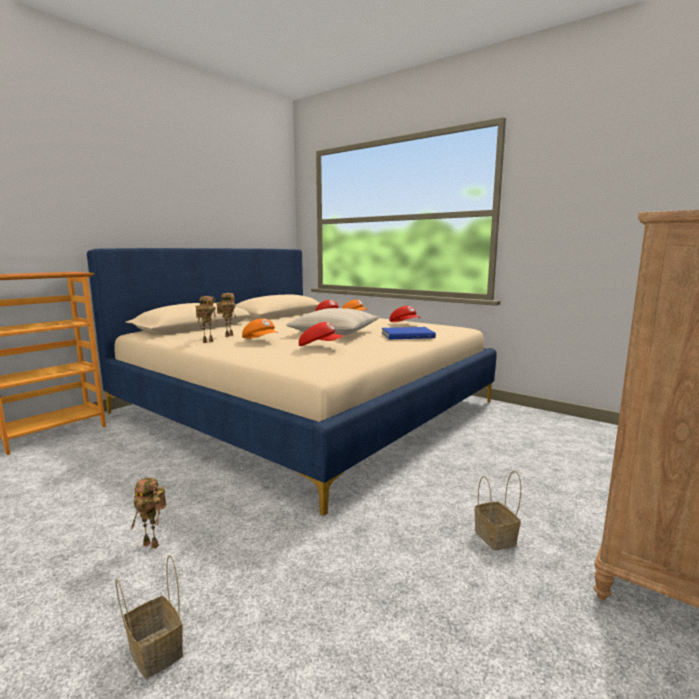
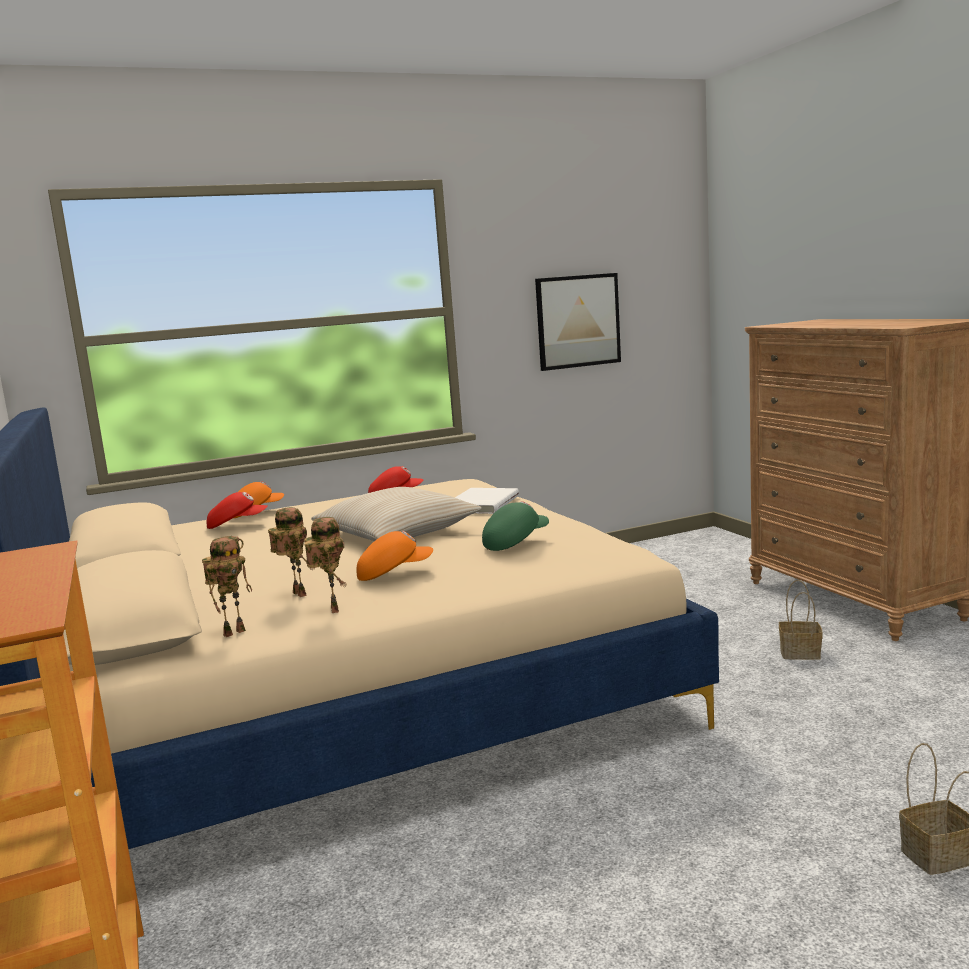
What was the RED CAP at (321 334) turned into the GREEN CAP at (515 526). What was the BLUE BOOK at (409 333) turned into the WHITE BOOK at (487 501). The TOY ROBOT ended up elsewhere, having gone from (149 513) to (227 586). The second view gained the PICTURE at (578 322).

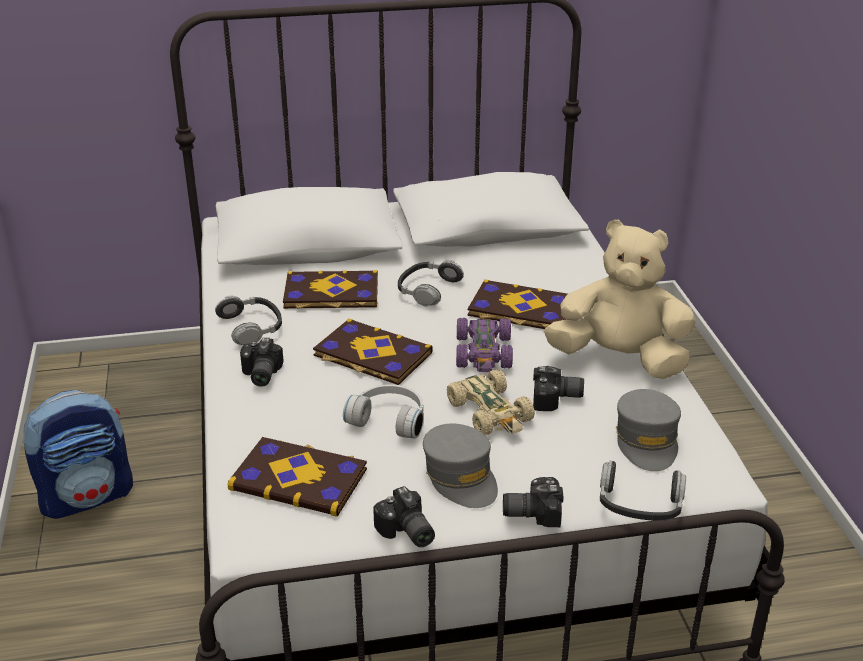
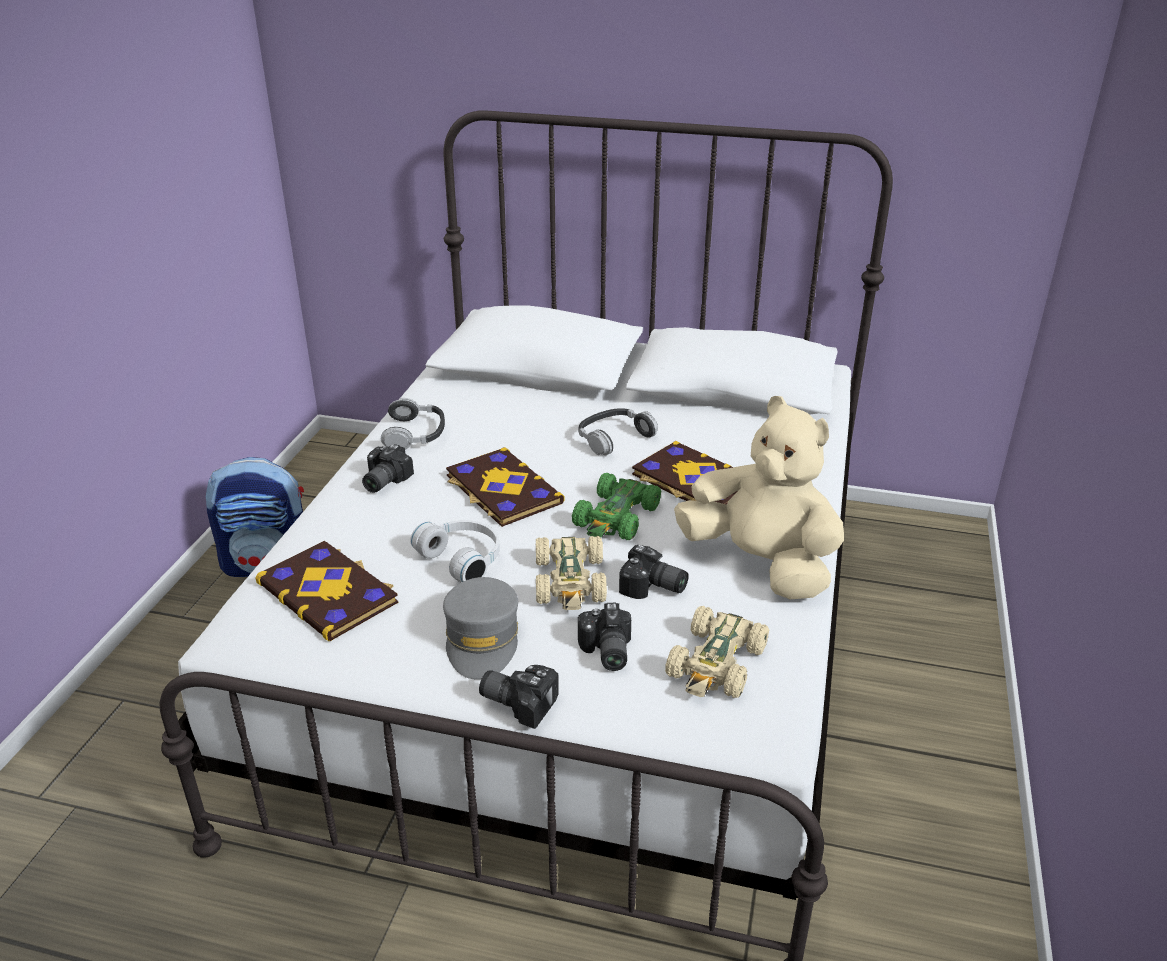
The second view lost the BOOK at (330 289). What was the PURPLE TOY CAR at (484 345) turned into the GREEN TOY CAR at (616 506). Where the GREY CAP stood at (648 430), the BEIGE TOY CAR came to stand at (717 652). The second view lost the HEADPHONES at (643 490). The PHOTO CAMERA ended up elsewhere, having gone from (404 516) to (604 637).

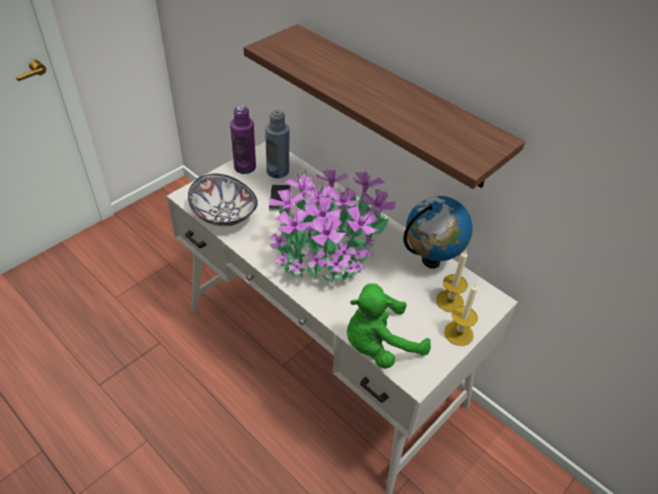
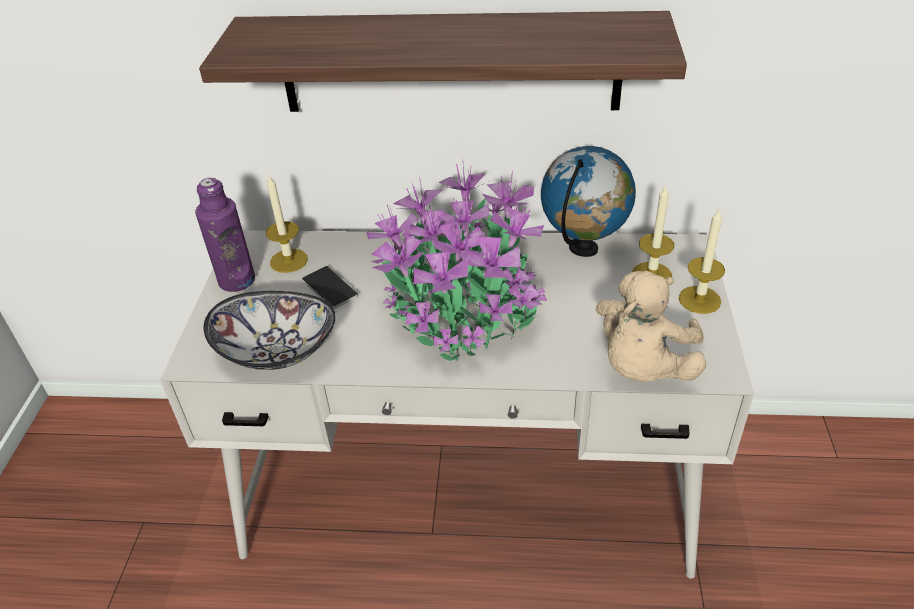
Where the BLUE BOTTLE stood at (277 144), the CANDLE came to stand at (287 224). What was the GREEN PLUSH TOY at (389 326) turned into the BEIGE PLUSH TOY at (651 326).

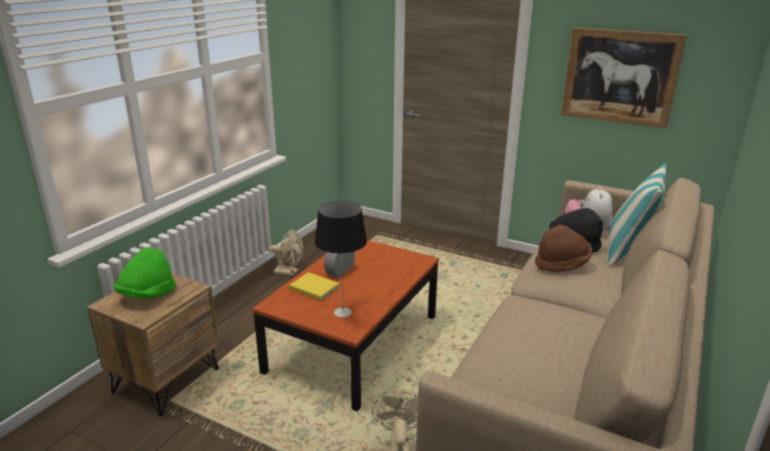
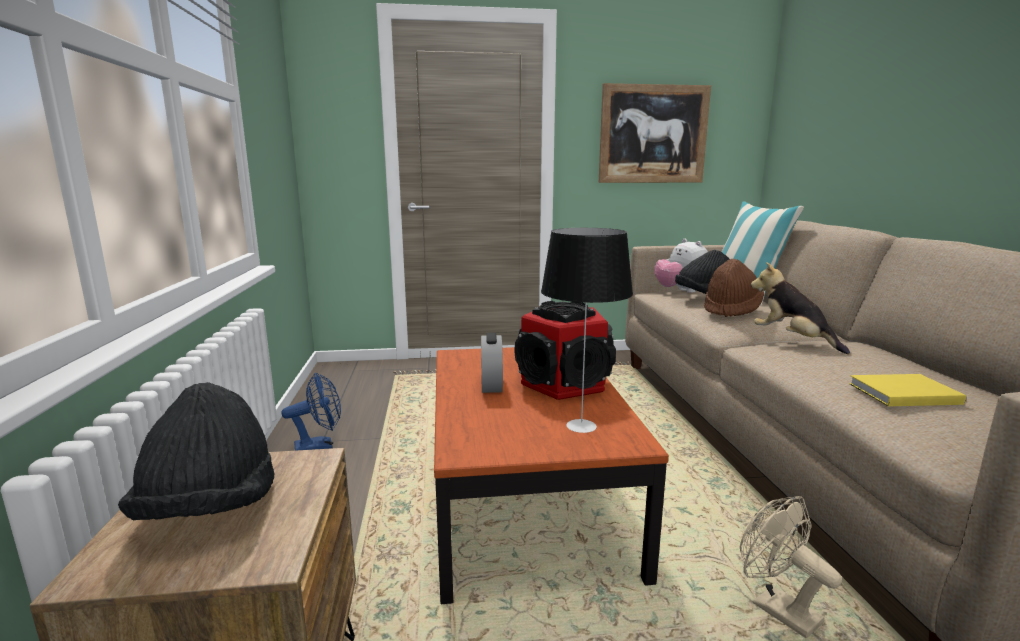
What was the BEIGE FAN at (286 252) turned into the BLUE FAN at (311 411). What was the GREEN HAT at (145 273) turned into the BLACK HAT at (196 451). The YELLOW BOOK ended up elsewhere, having gone from (314 286) to (907 390). The second view gained the PLUSH TOY at (800 308). The second view gained the SPEAKER at (565 350).

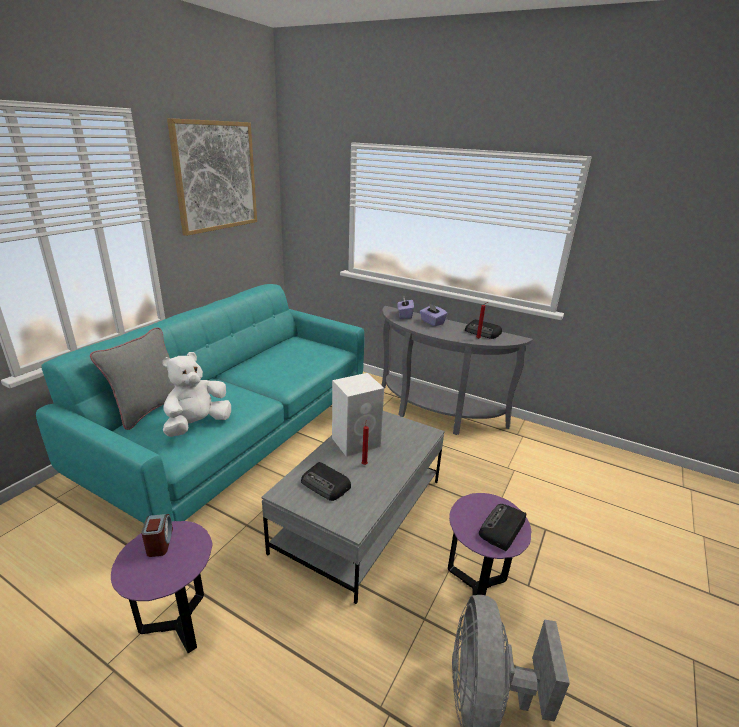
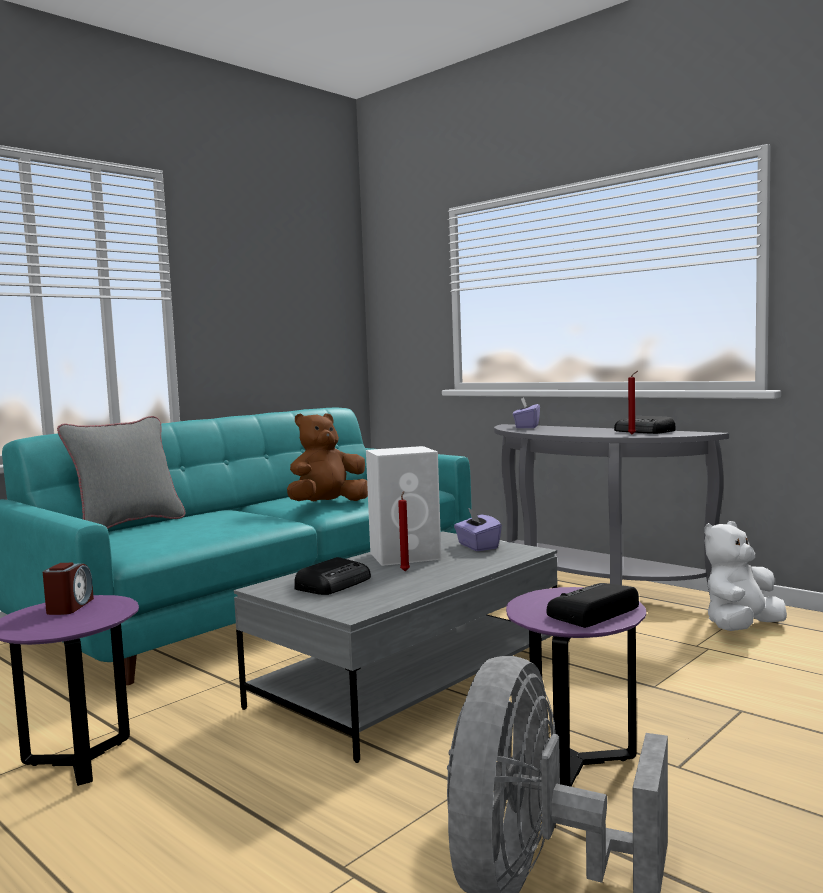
The second view lost the PICTURE at (212 177). The PURPLE TISSUE BOX ended up elsewhere, having gone from (434 314) to (478 529). The WHITE PLUSH TOY ended up elsewhere, having gone from (196 394) to (745 576). The RADIO at (326 481) ended up facing another way, 105 degrees counterclockwise from before. The second view gained the BROWN PLUSH TOY at (327 457).

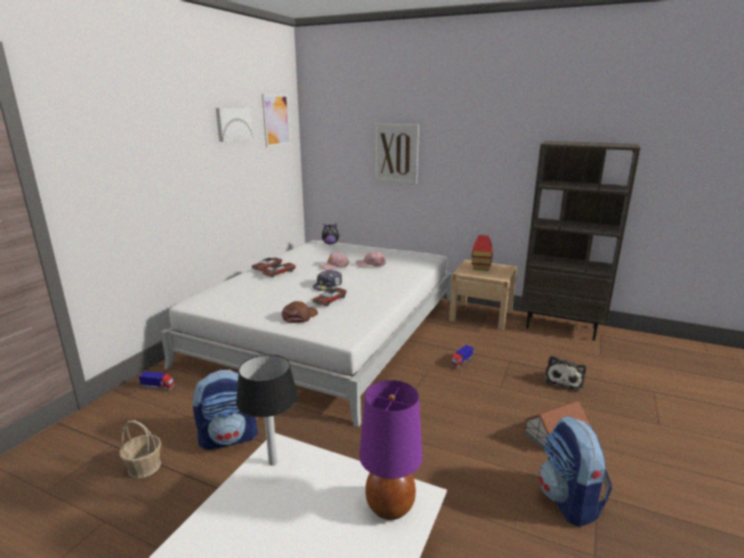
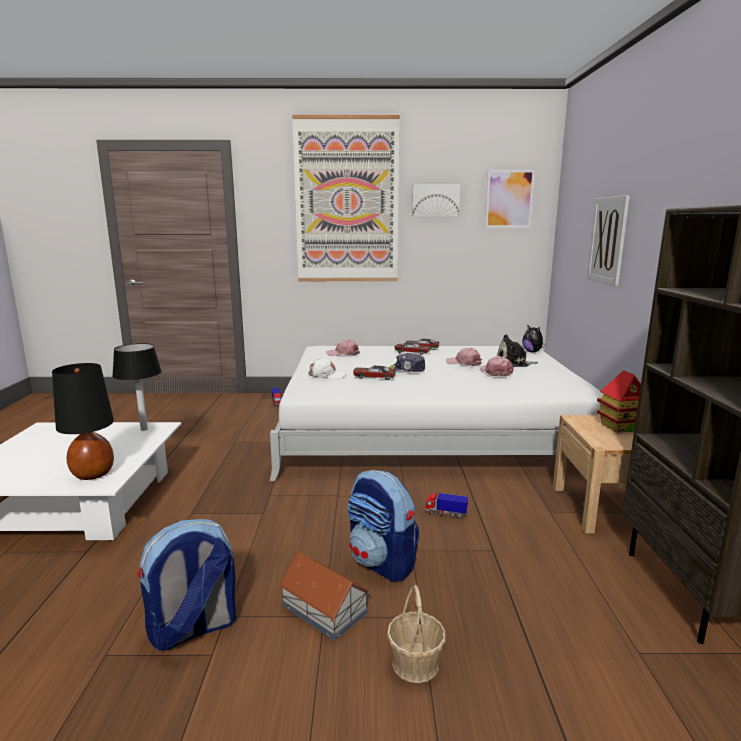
What was the BROWN CAP at (300 312) turned into the WHITE CAP at (327 368). The PLUSH TOY ended up elsewhere, having gone from (565 373) to (517 350). The BACKPACK ended up elsewhere, having gone from (225 410) to (383 526). What was the PURPLE TABLE LAMP at (390 450) turned into the BLACK TABLE LAMP at (83 421). The BASKET ended up elsewhere, having gone from (140 449) to (416 634). The second view gained the PICTURE at (346 198). The second view gained the PINK CAP at (343 347).

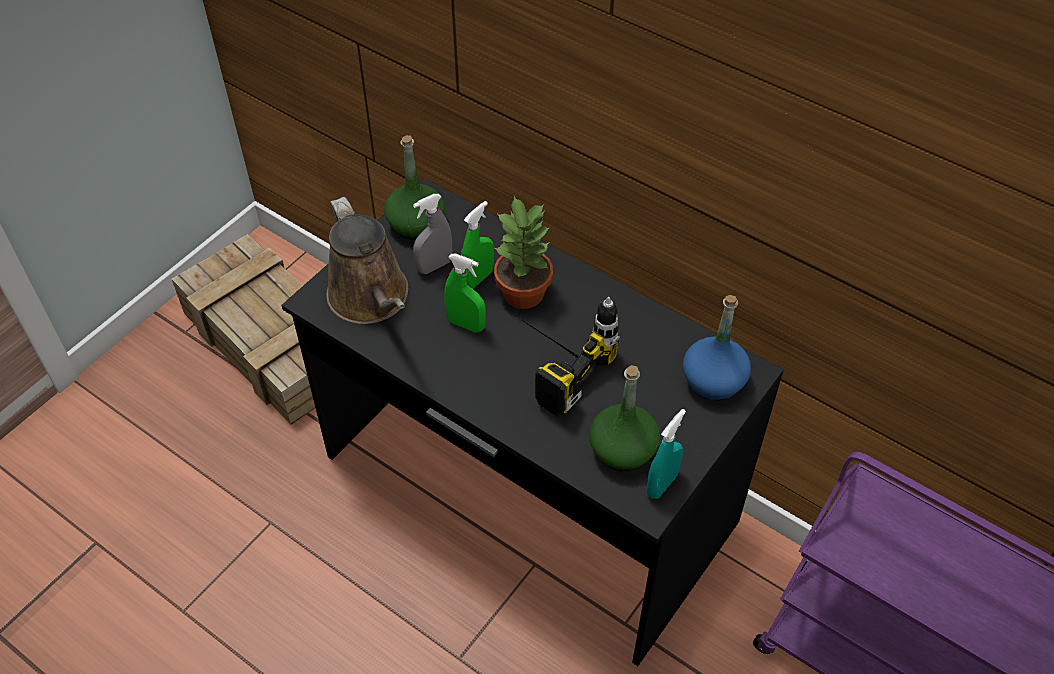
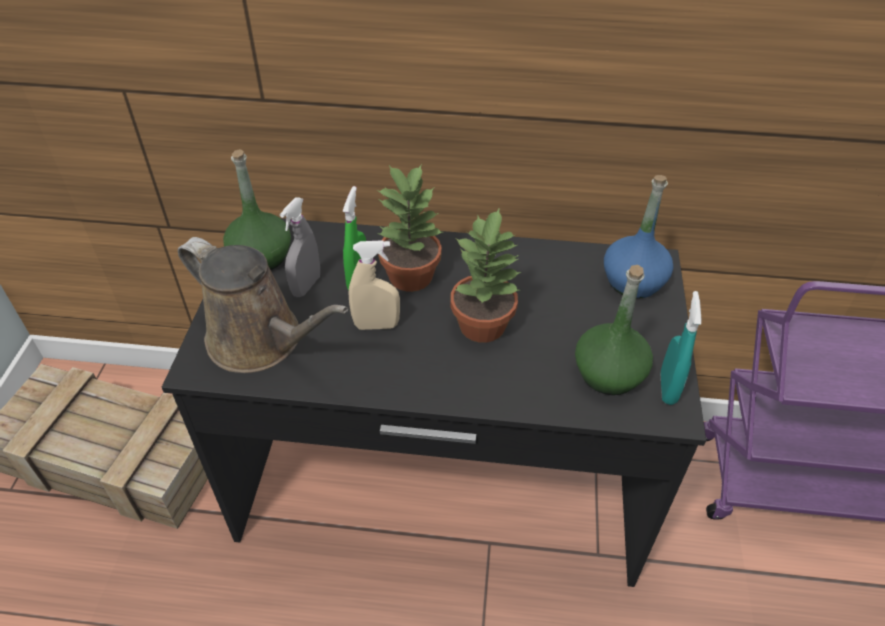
What was the GREEN SPRAY BOTTLE at (465 293) turned into the BEIGE SPRAY BOTTLE at (374 285). Where the POWER DRILL stood at (570 357), the POTTED PLANT came to stand at (486 275).

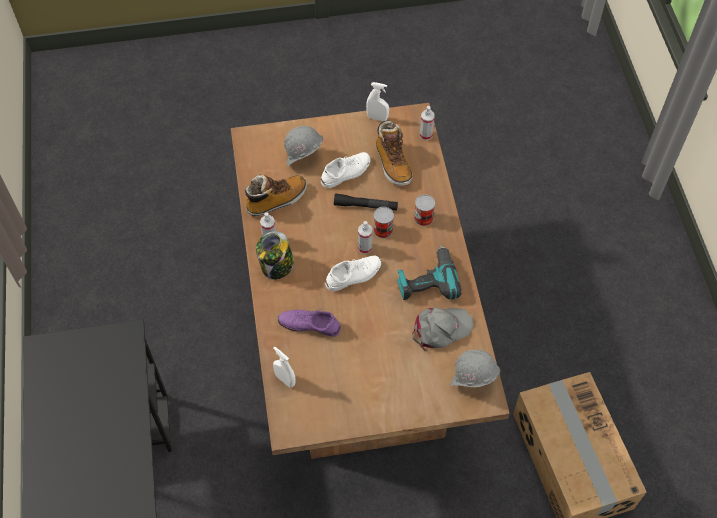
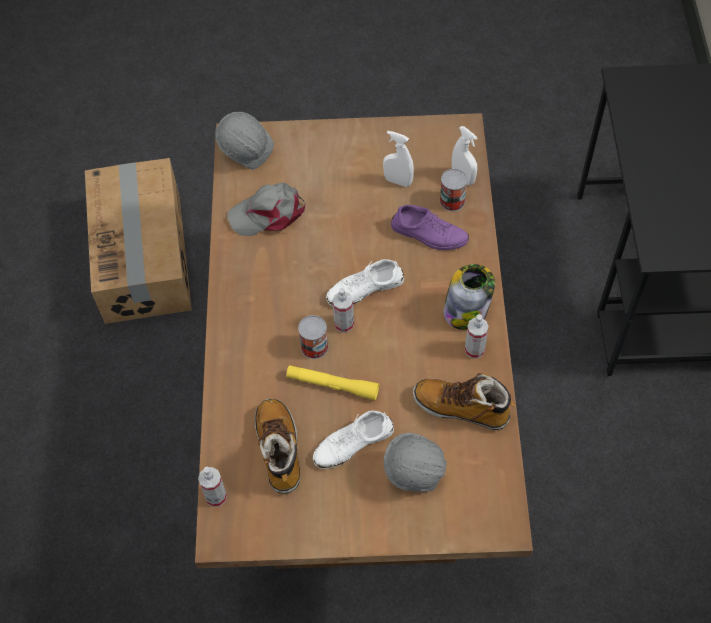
The WHITE SPRAY BOTTLE ended up elsewhere, having gone from (377 101) to (398 159). The BOOT at (275 195) ended up facing another way, 45 degrees clockwise from before. What was the BLACK FLASHLIGHT at (366 202) turned into the YELLOW FLASHLIGHT at (332 382). The CAN ended up elsewhere, having gone from (424 210) to (453 190). The second view lost the POWER DRILL at (429 272).

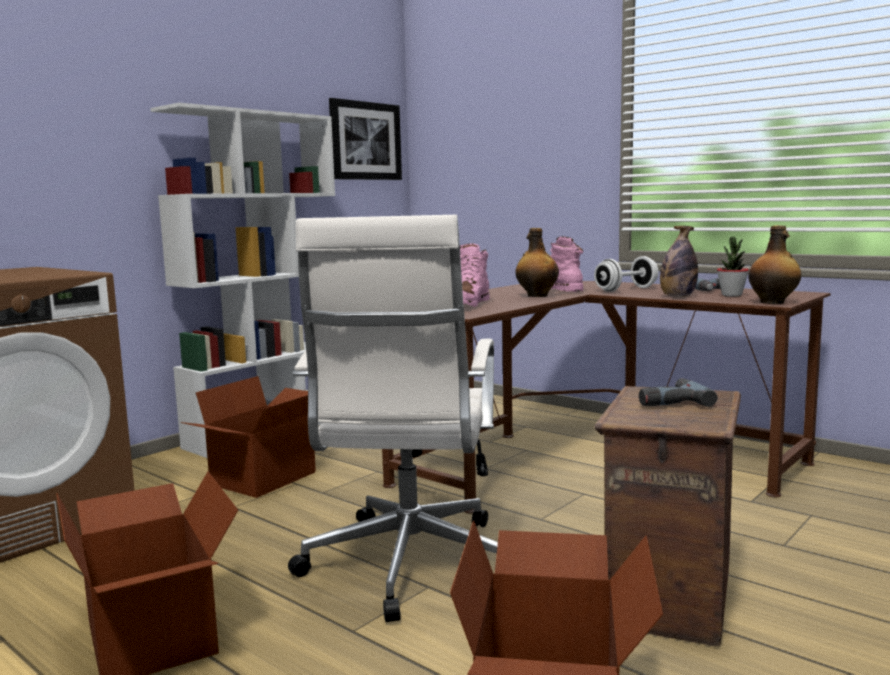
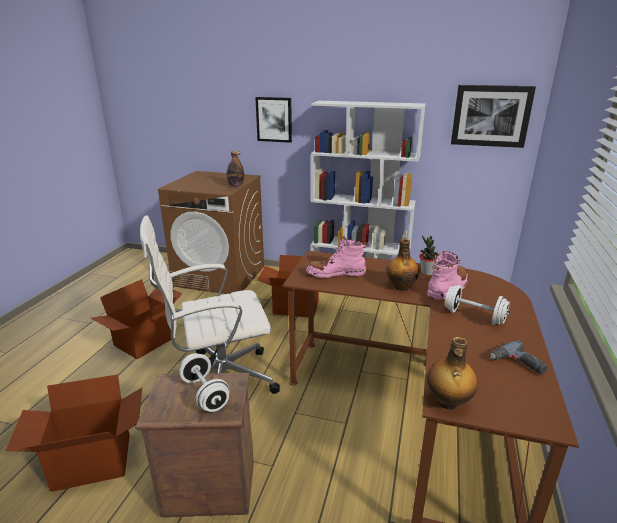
The BOTTLE ended up elsewhere, having gone from (679 261) to (235 168). The POTTED PLANT ended up elsewhere, having gone from (733 266) to (428 255). Where the POWER DRILL stood at (678 392), the WHITE DUMBBELL came to stand at (204 382). The second view gained the PICTURE at (273 120).

